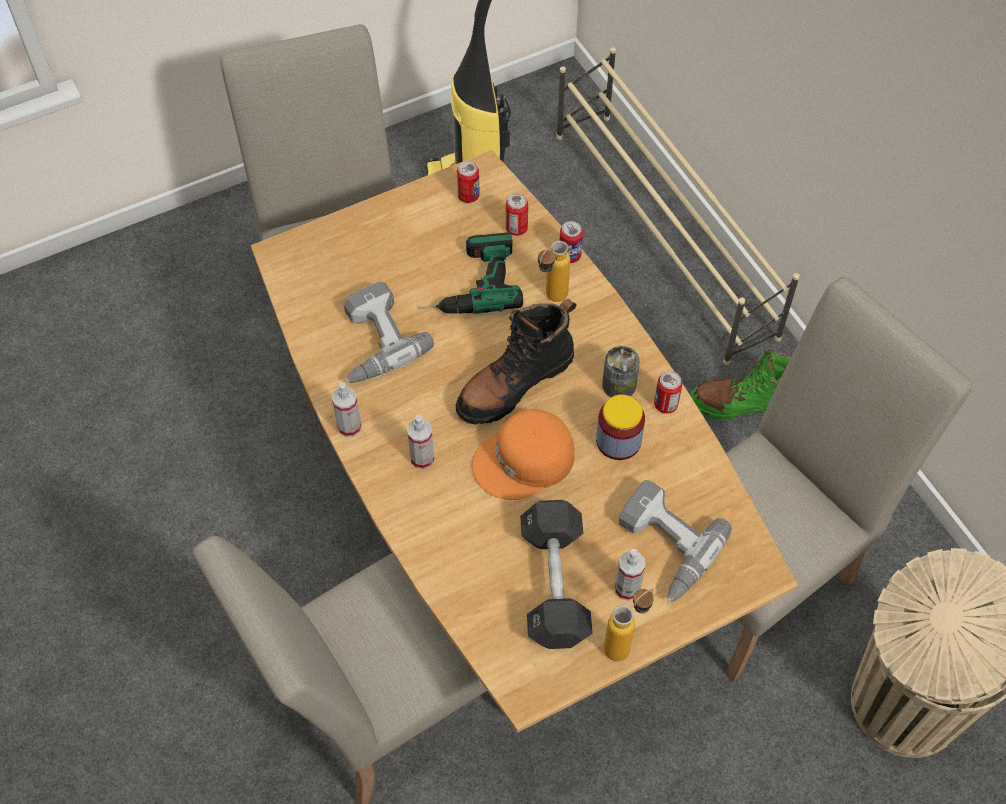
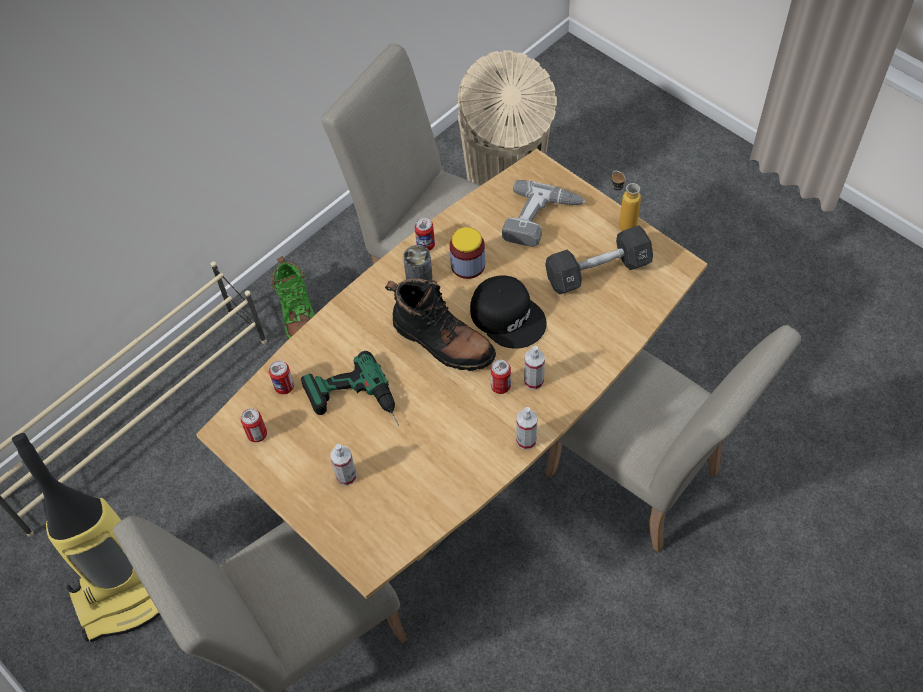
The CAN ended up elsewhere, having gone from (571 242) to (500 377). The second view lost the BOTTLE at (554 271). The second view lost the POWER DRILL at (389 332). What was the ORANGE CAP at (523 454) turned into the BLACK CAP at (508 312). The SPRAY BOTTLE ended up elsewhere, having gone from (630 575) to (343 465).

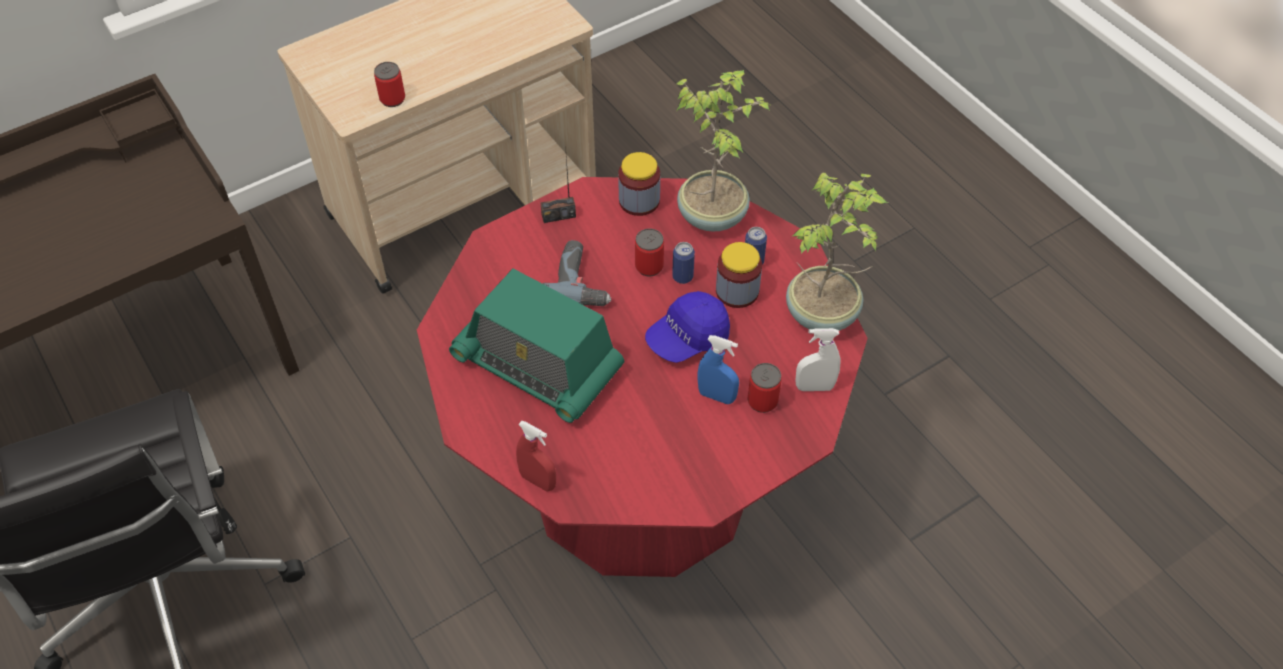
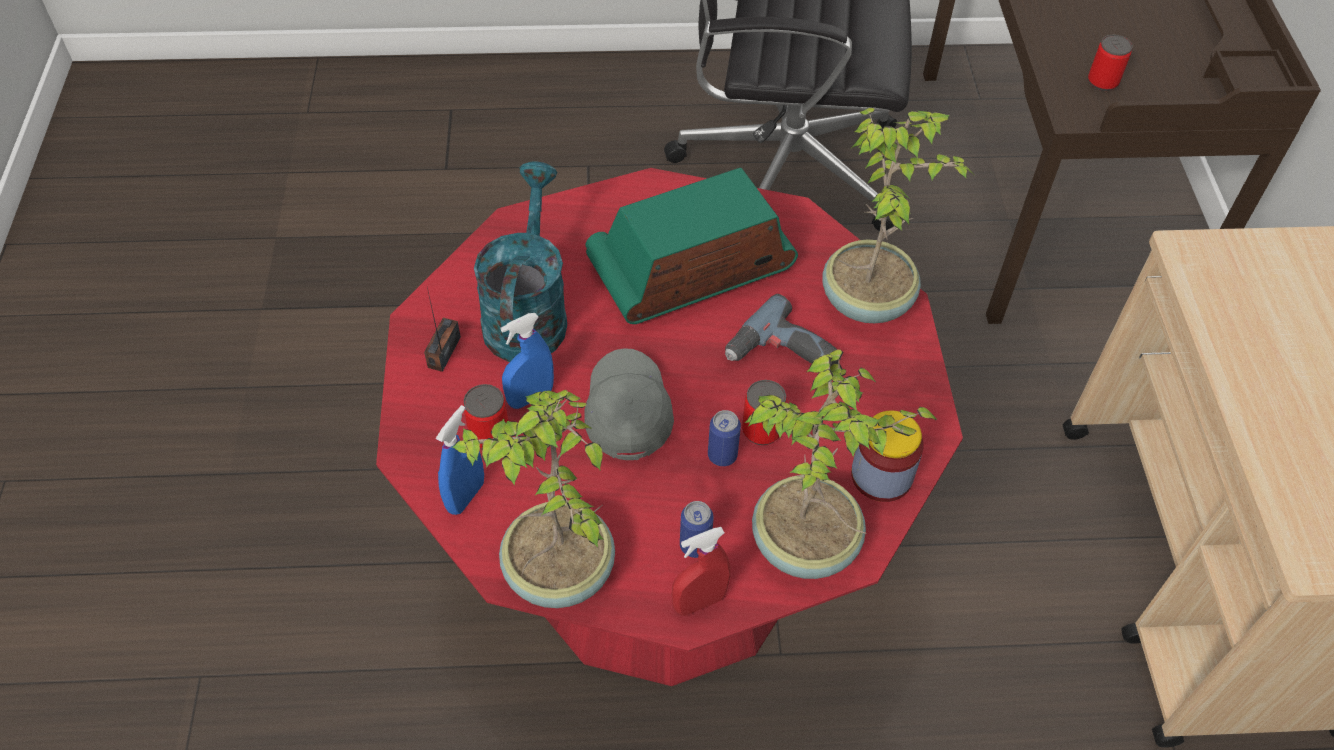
The CAN ended up elsewhere, having gone from (389 84) to (1110 63). The RADIO ended up elsewhere, having gone from (558 190) to (442 329). The second view lost the JAR at (739 275). What was the BLUE CAP at (687 327) turned into the GREY CAP at (629 404). What was the WHITE SPRAY BOTTLE at (817 359) turned into the BLUE SPRAY BOTTLE at (460 460). The RED SPRAY BOTTLE ended up elsewhere, having gone from (536 456) to (701 571). The second view gained the POTTED PLANT at (897 215). The second view gained the TURQUOISE WATERING CAN at (520 262).

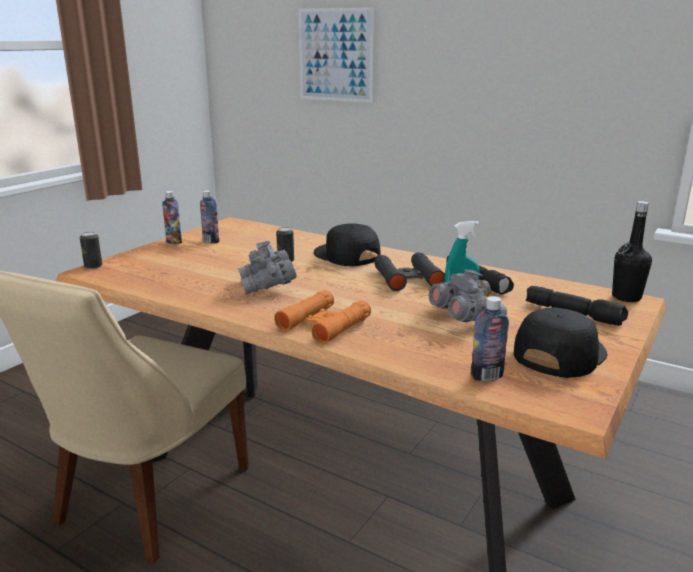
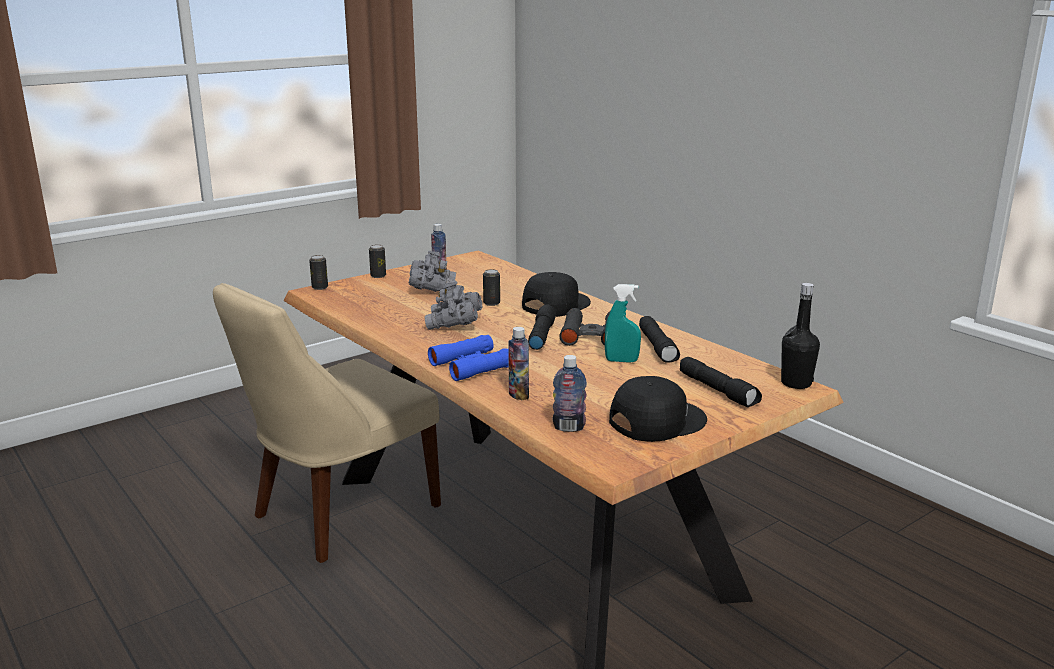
The second view lost the PICTURE at (336 55). The BOTTLE ended up elsewhere, having gone from (172 217) to (518 363). The BLACK CAP at (347 244) ended up facing another way, 60 degrees clockwise from before. The GREY BINOCULARS ended up elsewhere, having gone from (468 296) to (433 271). What was the ORANGE BINOCULARS at (322 317) turned into the BLUE BINOCULARS at (468 358). The second view gained the CAN at (377 261). The second view gained the BLACK FLASHLIGHT at (542 327).

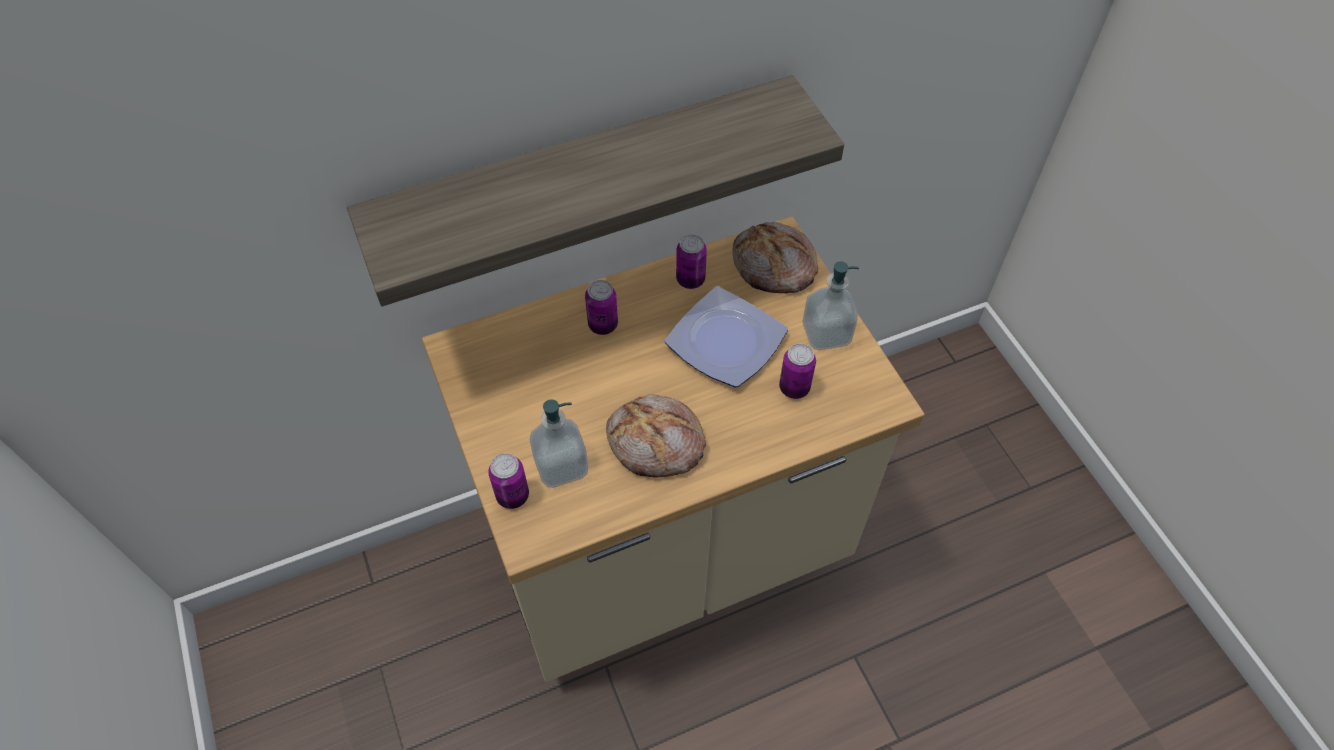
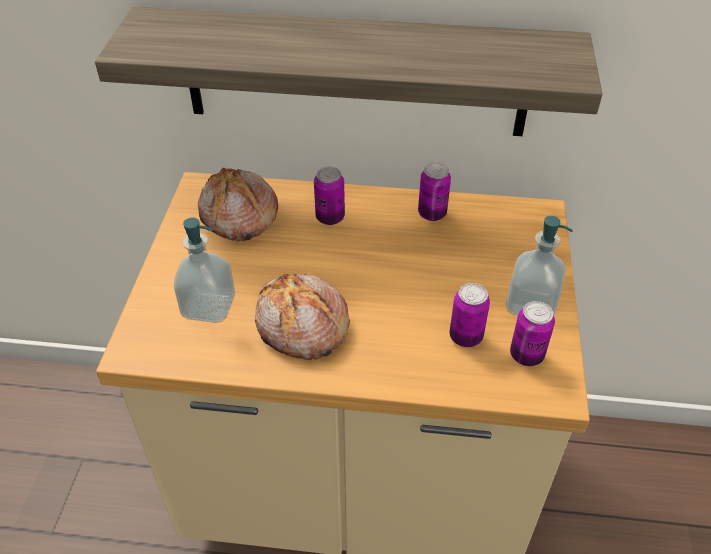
The BREAD ended up elsewhere, having gone from (775 257) to (238 204). The second view lost the PLATE at (726 337). The CAN ended up elsewhere, having gone from (508 481) to (532 333).

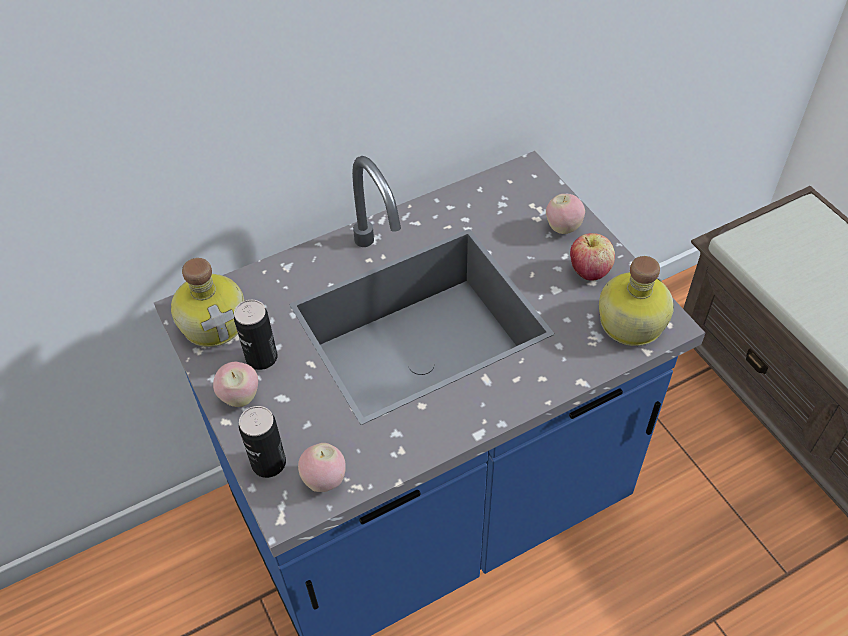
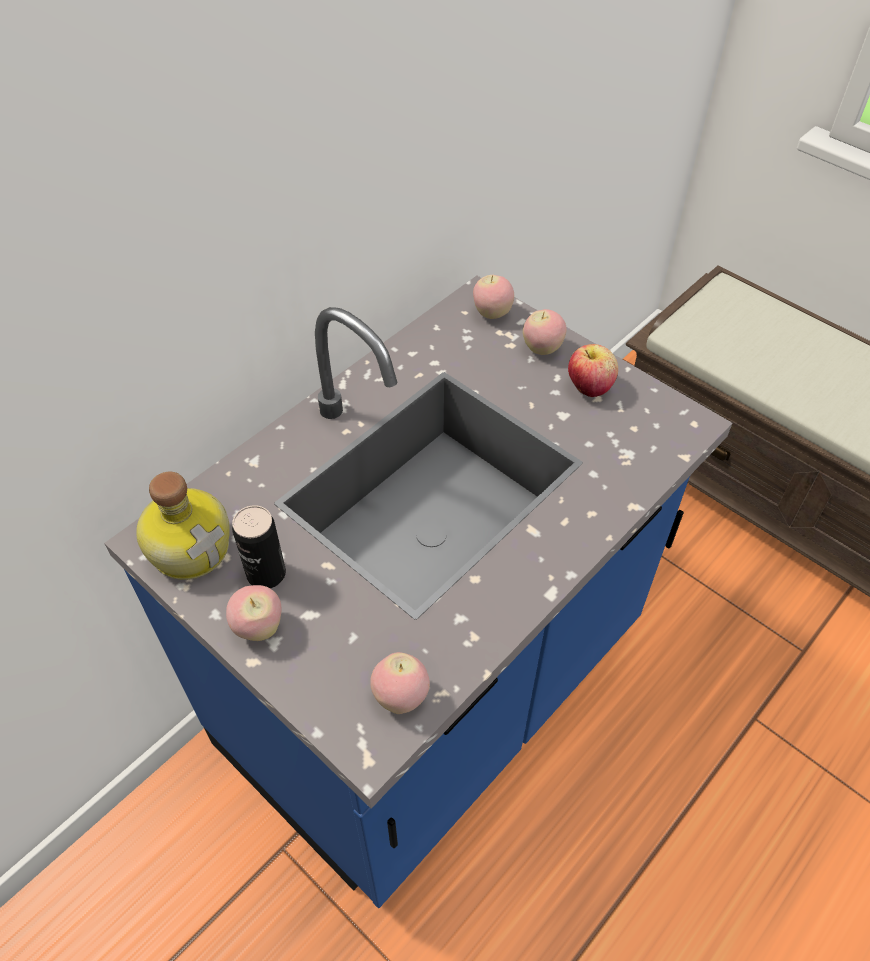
The second view lost the BOTTLE at (636 301). The second view lost the CAN at (262 442). The second view gained the APPLE at (493 297).

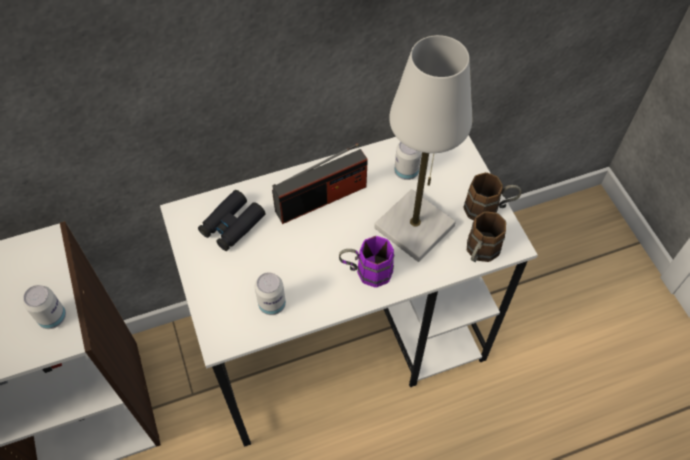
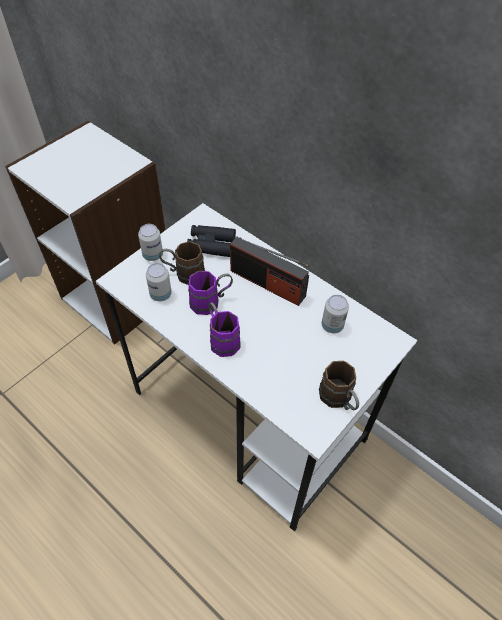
The second view lost the WHITE TABLE LAMP at (423 148). The BROWN MUG ended up elsewhere, having gone from (486 236) to (182 263). The CAN ended up elsewhere, having gone from (44 307) to (150 242). The second view gained the PURPLE MUG at (210 293).

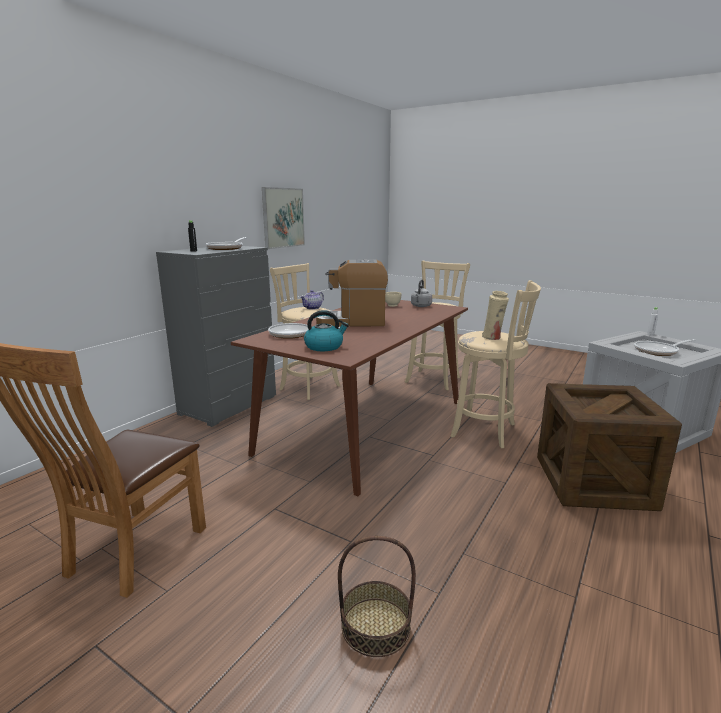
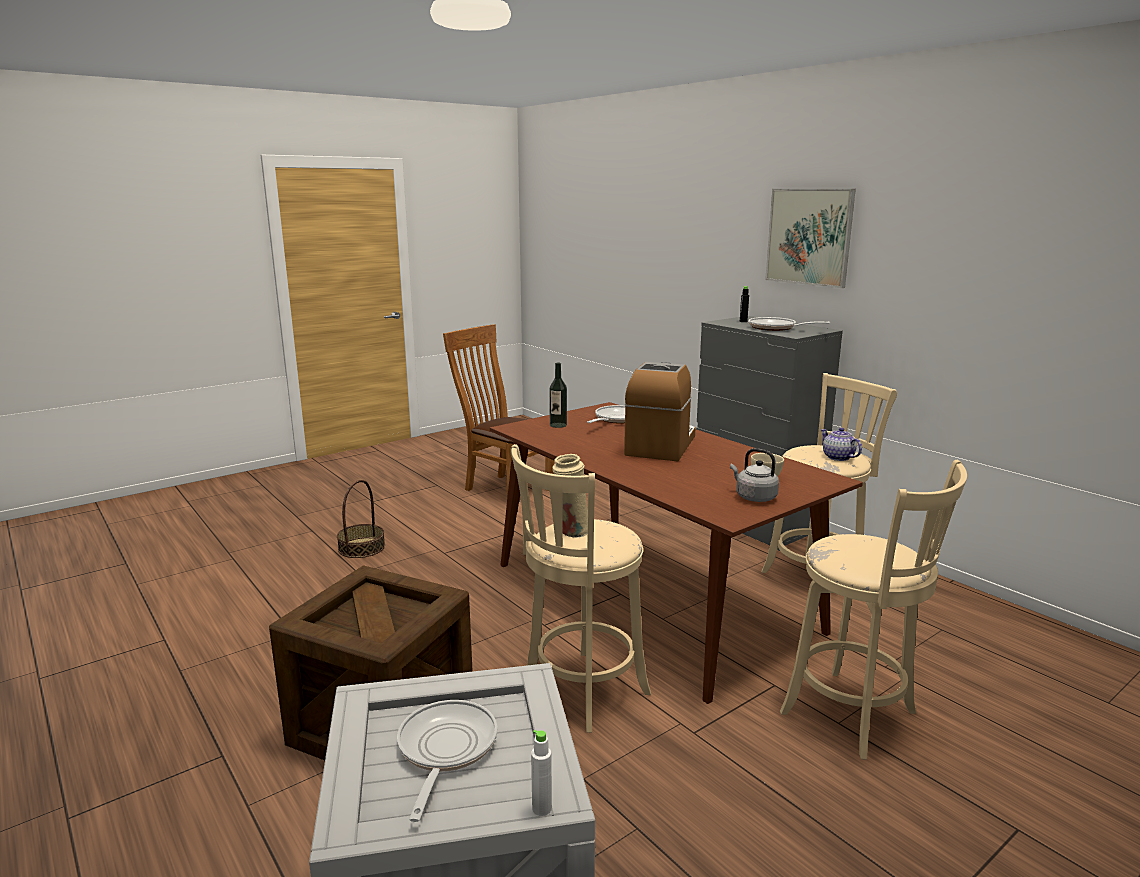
The PICTURE ended up elsewhere, having gone from (283 218) to (810 238). Where the KETTLE stood at (326 330), the BOTTLE came to stand at (558 395).

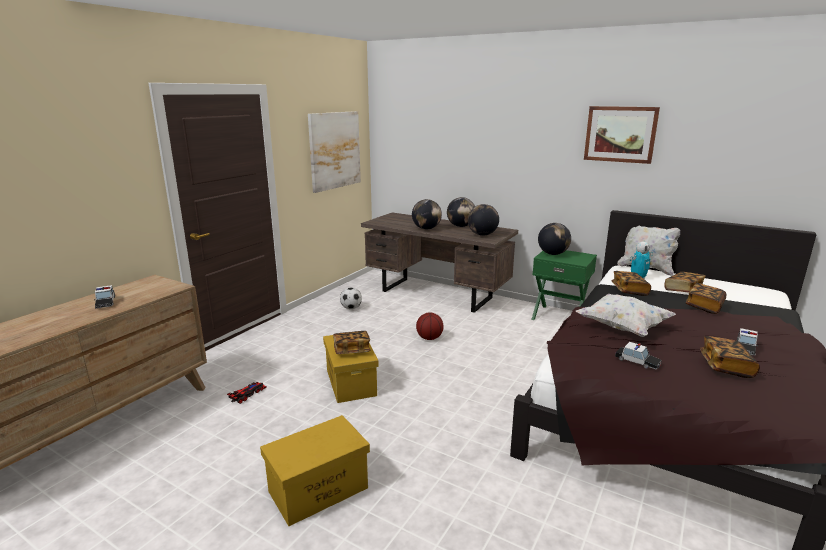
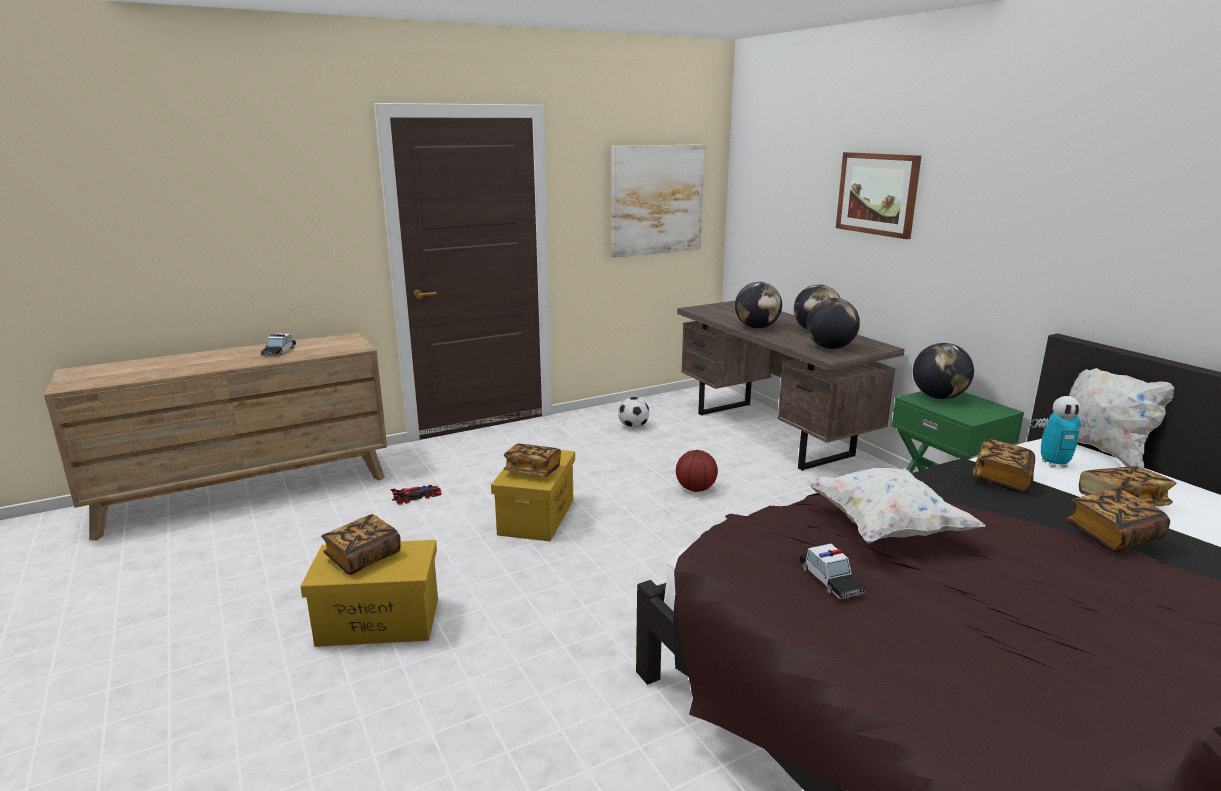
The PICTURE ended up elsewhere, having gone from (622 135) to (878 195). The second view lost the TOY CAR at (747 341). The BOOK ended up elsewhere, having gone from (730 357) to (361 544).

